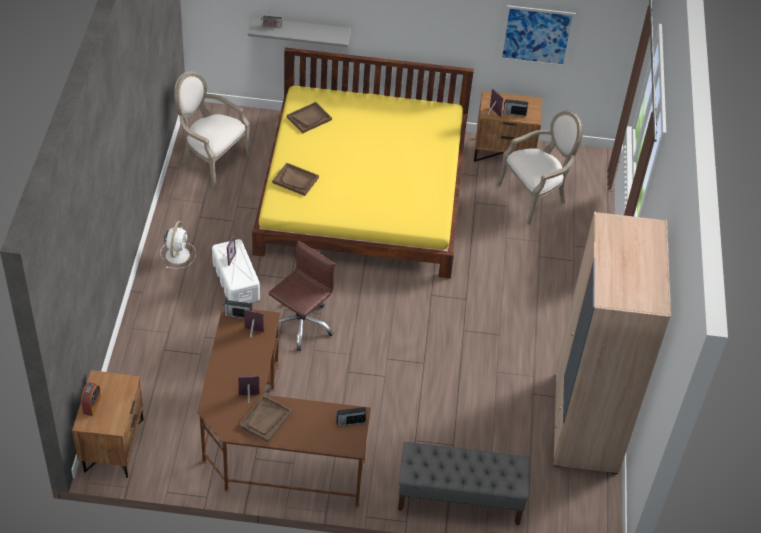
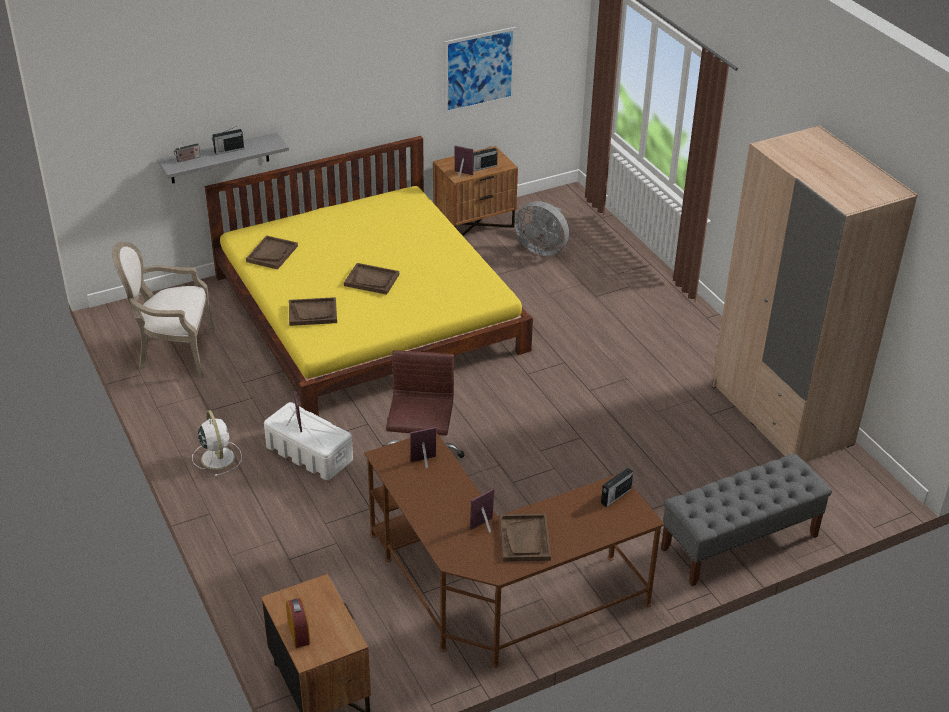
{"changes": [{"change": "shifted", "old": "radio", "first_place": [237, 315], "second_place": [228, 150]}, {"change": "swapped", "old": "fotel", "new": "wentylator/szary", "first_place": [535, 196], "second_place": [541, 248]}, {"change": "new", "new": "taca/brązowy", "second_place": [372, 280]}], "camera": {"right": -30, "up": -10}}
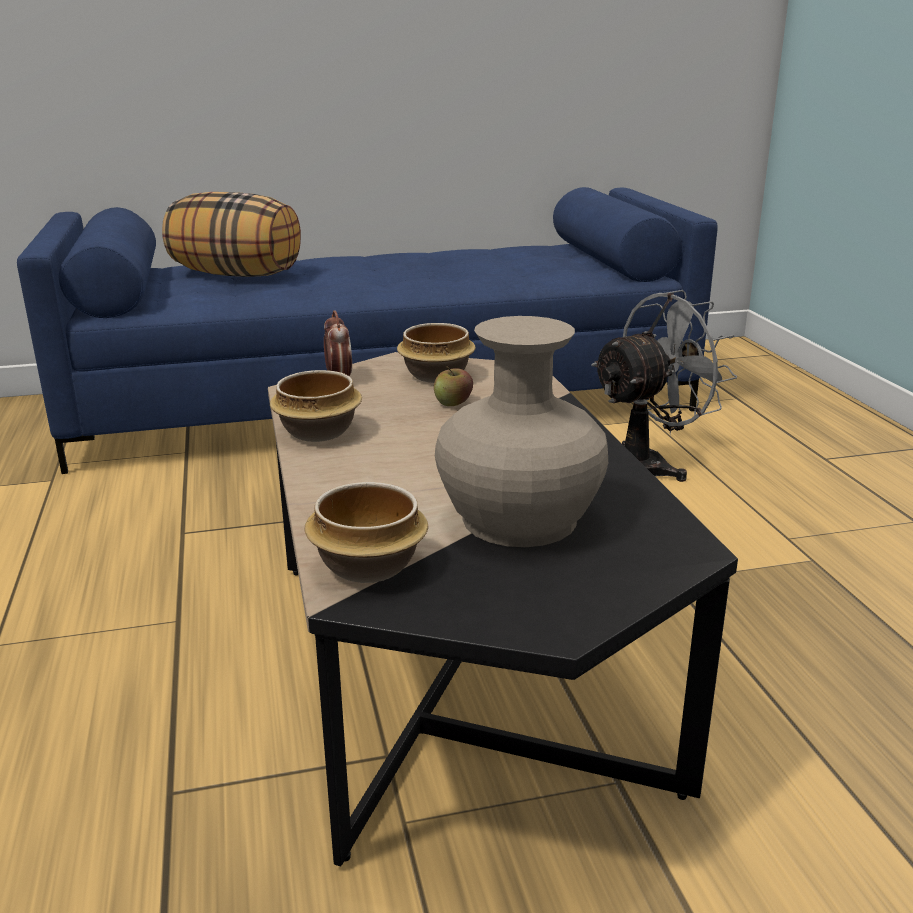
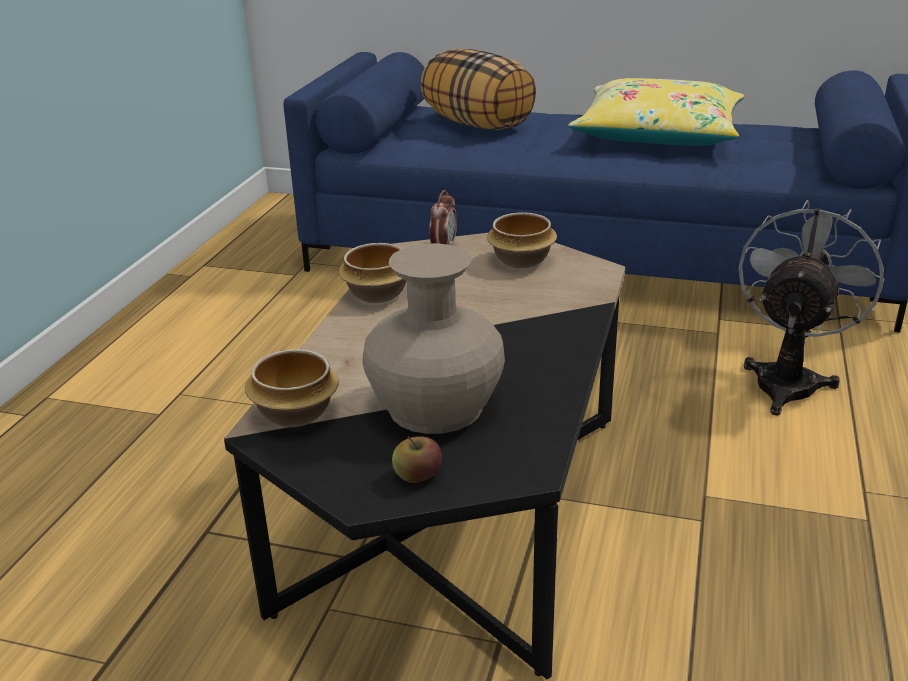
{"changes": [{"change": "shifted", "old": "jabłko", "first_place": [453, 403], "second_place": [418, 476]}, {"change": "rotated", "old": "wentylator/szary", "first_place": [647, 466], "second_place": [788, 380], "degrees": -60}, {"change": "new", "new": "poduszka/żółty", "second_place": [658, 134]}], "camera": {"right": 30, "up": 5}}
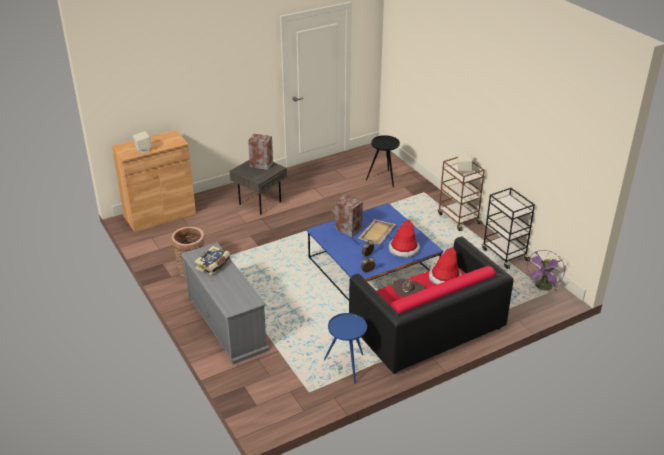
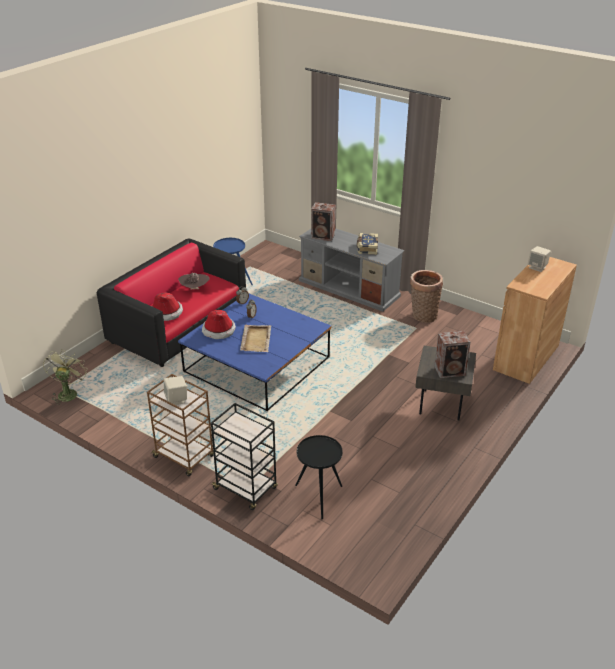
{"changes": [{"change": "shifted", "old": "głośnik", "first_place": [348, 229], "second_place": [323, 236]}, {"change": "shifted", "old": "wózek/czarny", "first_place": [504, 254], "second_place": [246, 489]}, {"change": "repainted", "old": "wentylator/fioletowy", "new": "wentylator/zielony", "first_place": [543, 288], "second_place": [68, 393]}], "camera": {"right": 155, "up": 0}}
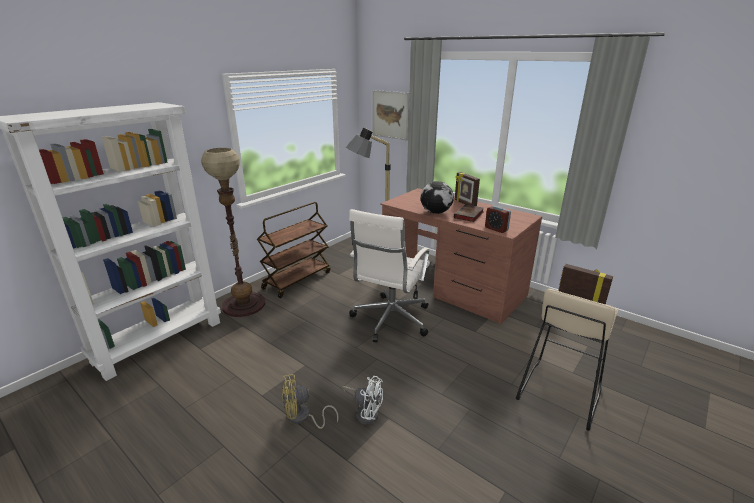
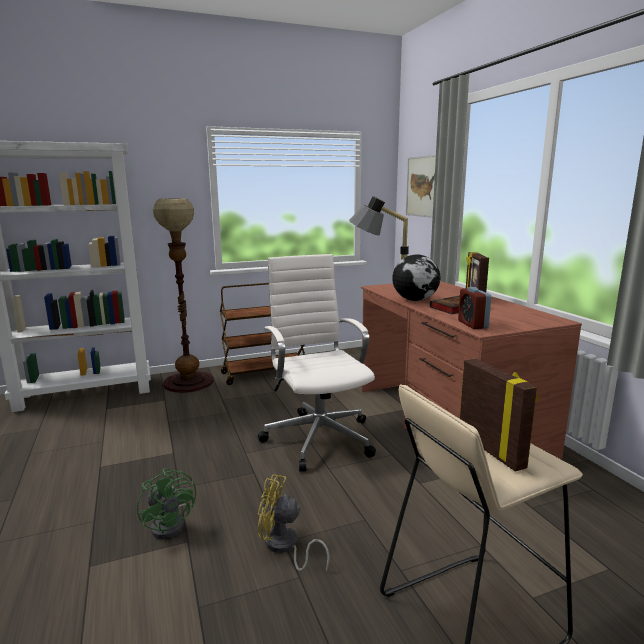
{"changes": [{"change": "shifted", "old": "wentylator/żółty", "first_place": [302, 418], "second_place": [285, 547]}, {"change": "repainted", "old": "wentylator/biały", "new": "wentylator/zielony", "first_place": [365, 412], "second_place": [171, 523]}, {"change": "rotated", "old": "krzesło biurowe/biały", "first_place": [390, 320], "second_place": [318, 437], "degrees": 105}], "camera": {"right": 30, "up": -10}}
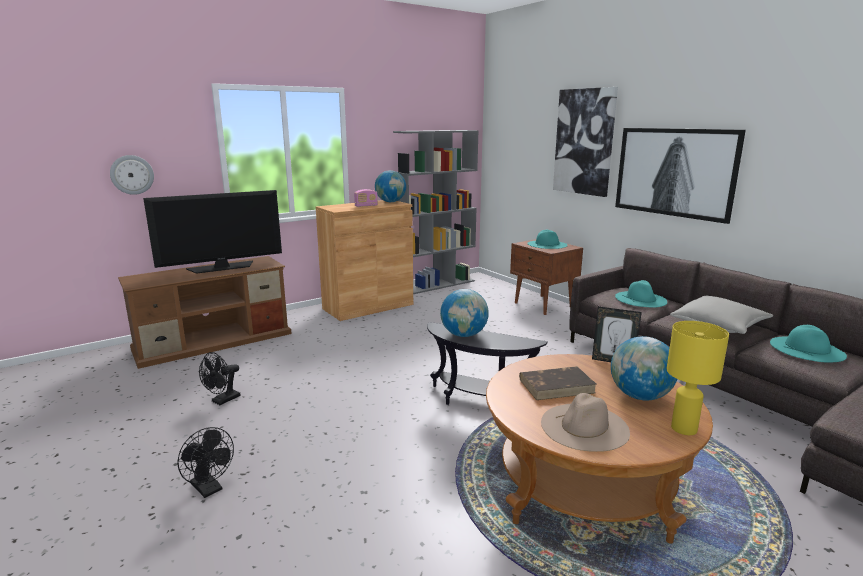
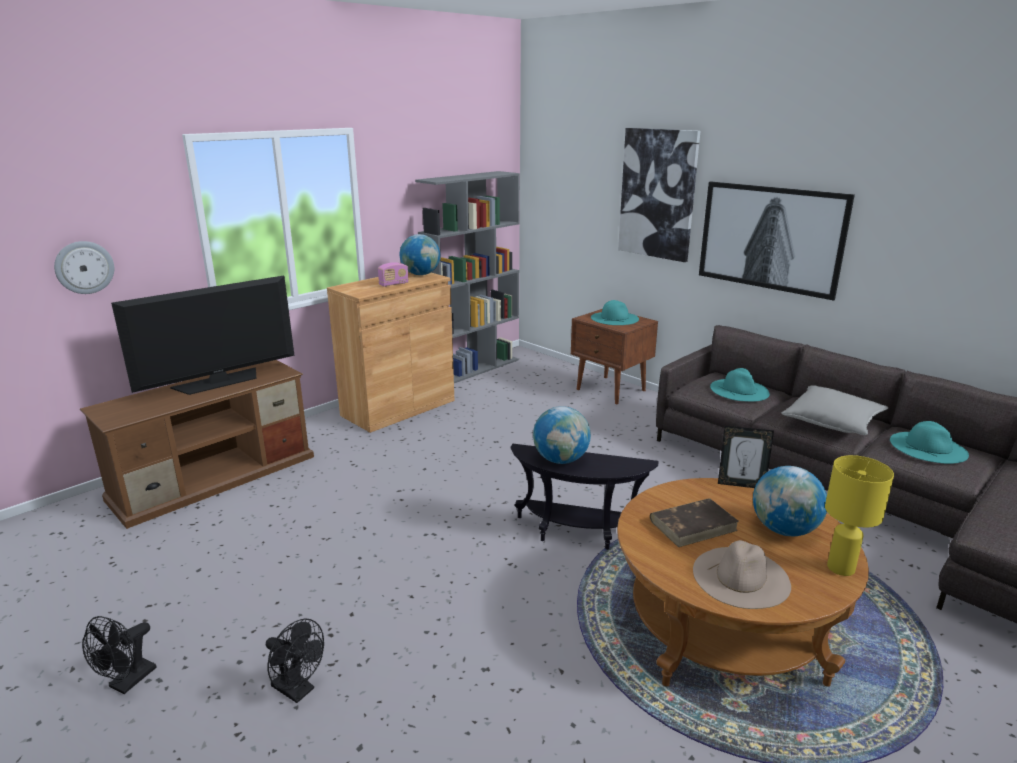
{"changes": [{"change": "shifted", "old": "wentylator/czarny", "first_place": [222, 401], "second_place": [127, 683]}], "camera": {"right": -10, "up": 5}}
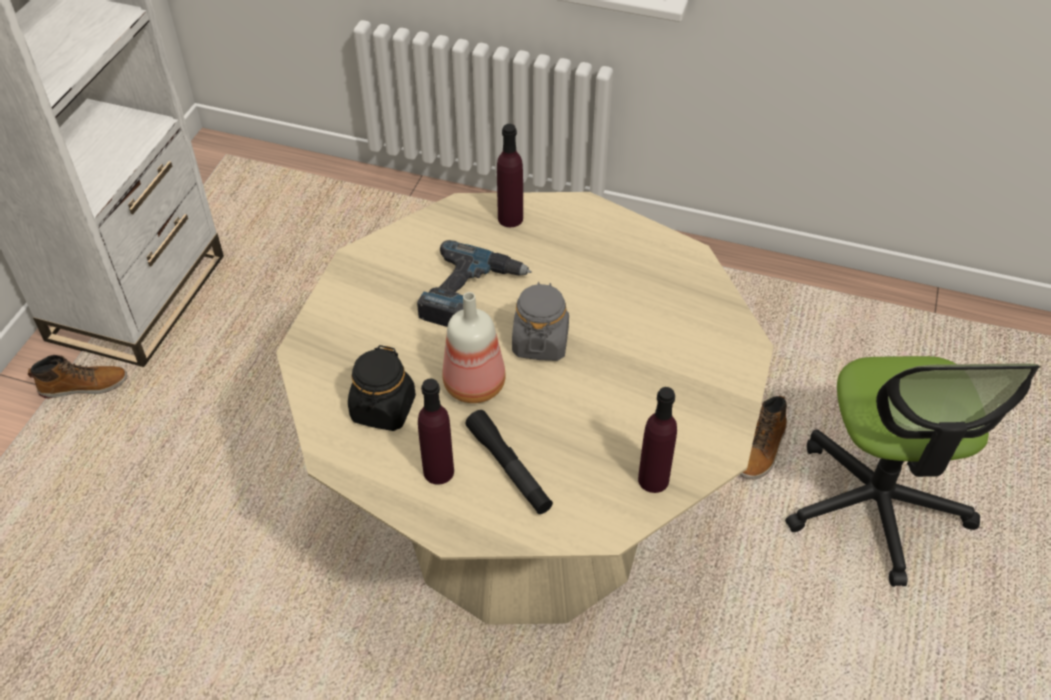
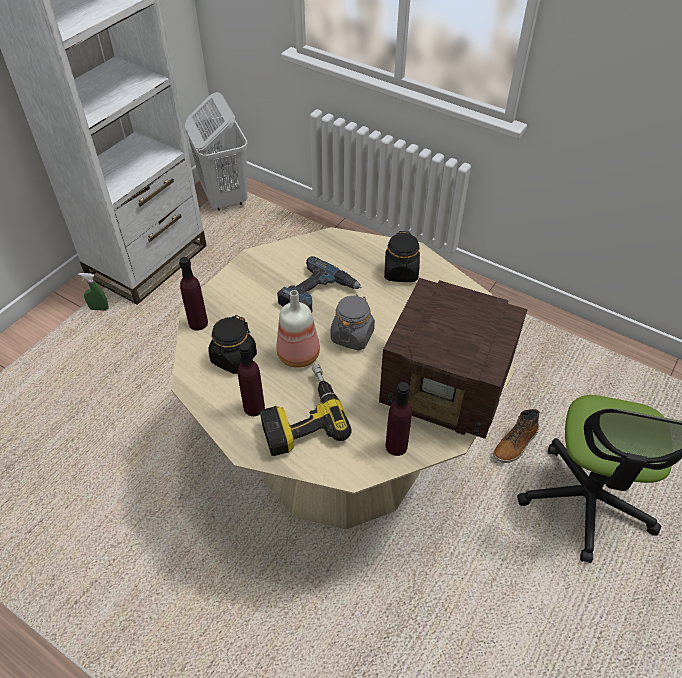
{"changes": [{"change": "swapped", "old": "but z cholewką", "new": "spryskiwacz/zielony", "first_place": [84, 385], "second_place": [99, 308]}, {"change": "swapped", "old": "latarka/czarny", "new": "wiertarka", "first_place": [509, 468], "second_place": [301, 416]}, {"change": "shifted", "old": "butelka/fioletowy", "first_place": [510, 218], "second_place": [198, 323]}, {"change": "new", "new": "kosz na pranie/biały", "second_place": [224, 198]}, {"change": "new", "new": "radio", "second_place": [447, 389]}, {"change": "new", "new": "słoik/czarny", "second_place": [401, 272]}], "camera": {"right": 15, "up": 0}}
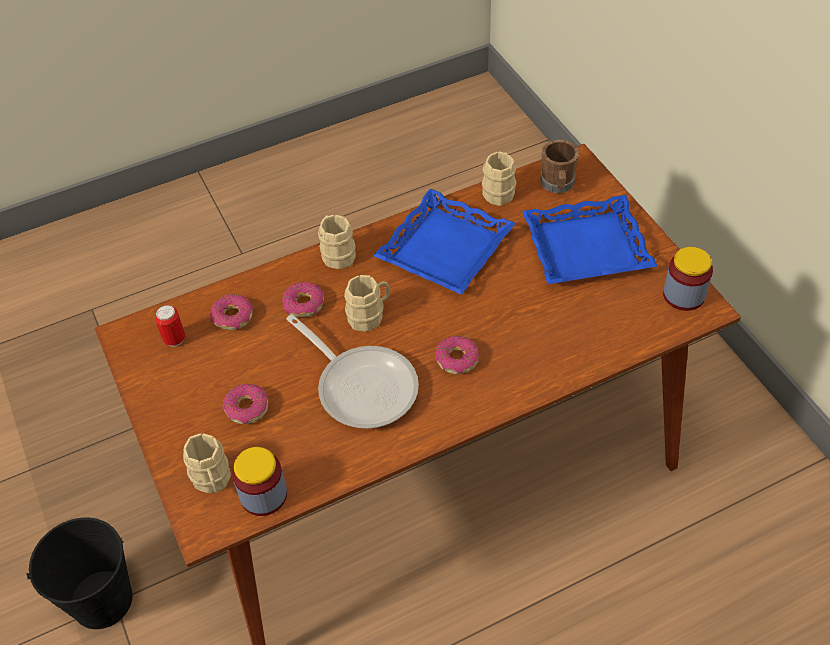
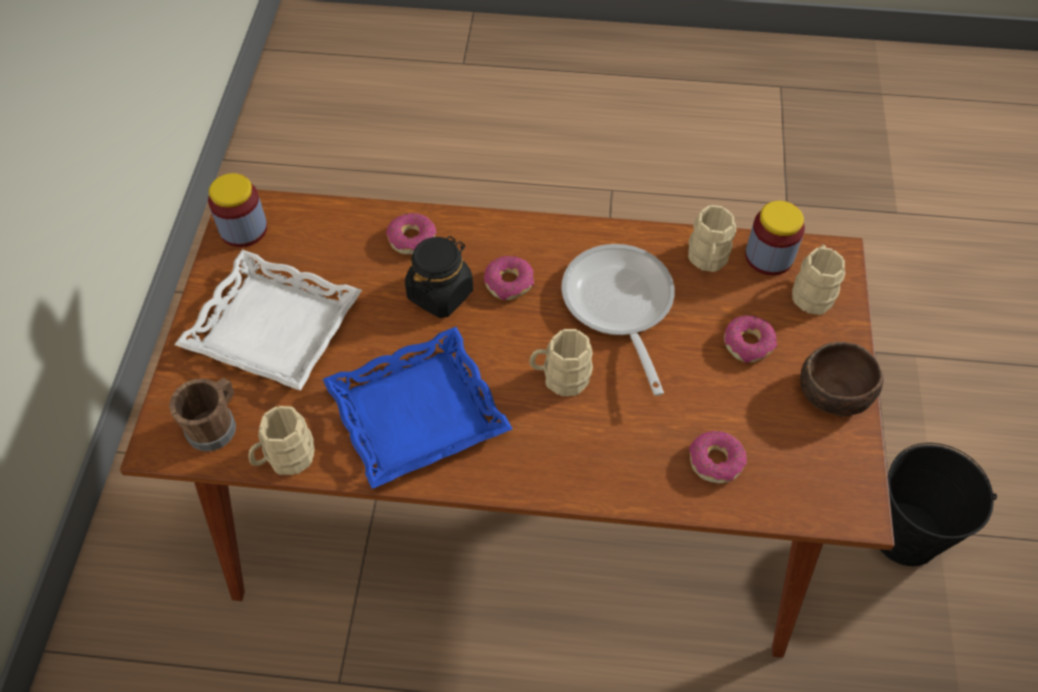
{"changes": [{"change": "gone", "old": "puszka", "first_place": [174, 339]}, {"change": "shifted", "old": "donut", "first_place": [304, 305], "second_place": [412, 239]}, {"change": "shifted", "old": "kubek/beżowy", "first_place": [337, 253], "second_place": [707, 260]}, {"change": "repainted", "old": "taca/niebieski", "new": "taca/biały", "first_place": [586, 247], "second_place": [272, 328]}, {"change": "new", "new": "słoik/czarny", "second_place": [440, 293]}, {"change": "new", "new": "miska/brązowy", "second_place": [832, 392]}], "camera": {"right": -150, "up": 5}}
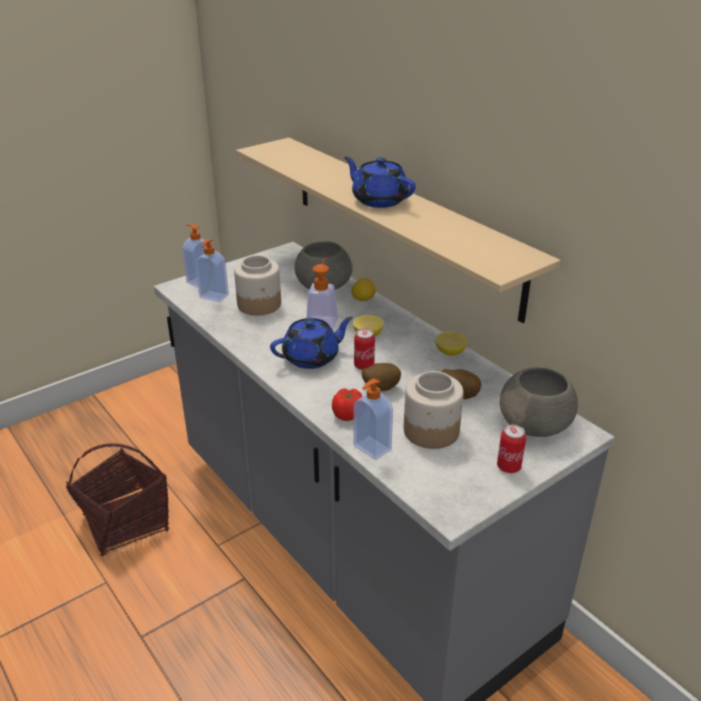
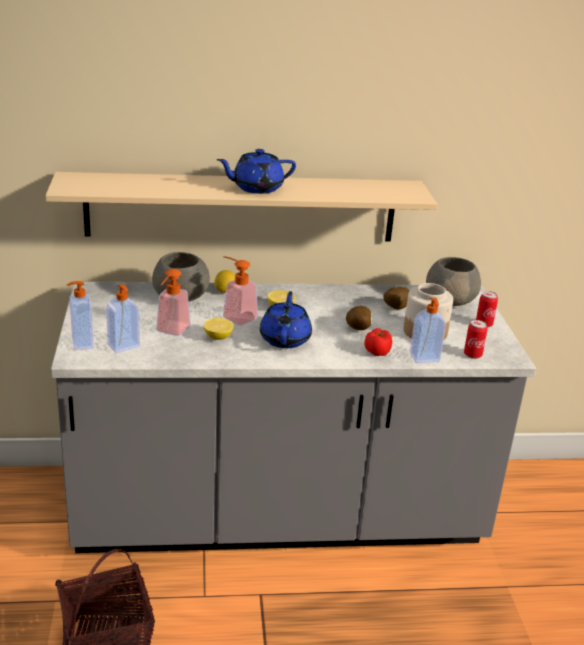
{"changes": [{"change": "swapped", "old": "słoik", "new": "dozownik mydła", "first_place": [259, 304], "second_place": [170, 331]}, {"change": "shifted", "old": "puszka", "first_place": [364, 366], "second_place": [472, 355]}, {"change": "shifted", "old": "cytryna", "first_place": [450, 352], "second_place": [218, 337]}], "camera": {"right": -60, "up": -5}}
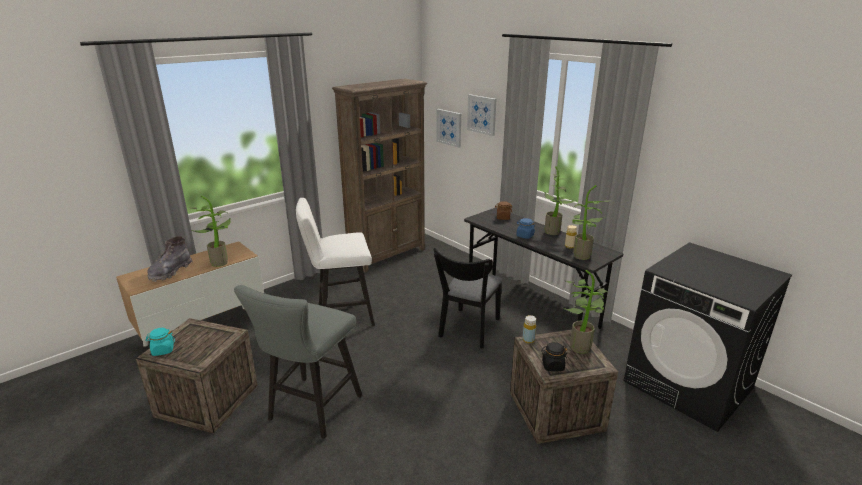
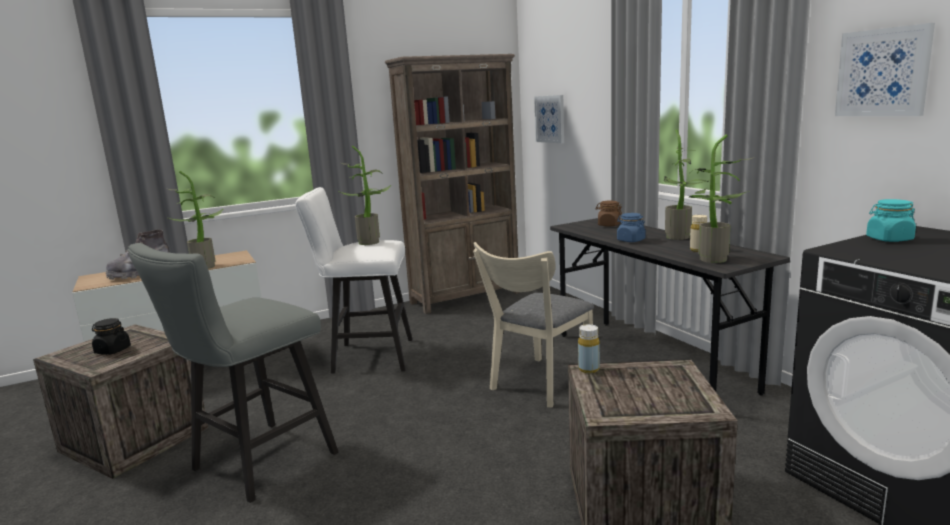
{"changes": [{"change": "shifted", "old": "słoik/turkusowy", "first_place": [163, 350], "second_place": [889, 239]}, {"change": "repainted", "old": "krzesło/czarny", "new": "krzesło/beżowy", "first_place": [468, 330], "second_place": [538, 384]}, {"change": "shifted", "old": "obraz", "first_place": [482, 114], "second_place": [883, 72]}, {"change": "shifted", "old": "słoik/czarny", "first_place": [552, 366], "second_place": [112, 350]}, {"change": "shifted", "old": "roślina doniczkowa", "first_place": [580, 346], "second_place": [371, 241]}], "camera": {"right": 15, "up": -10}}
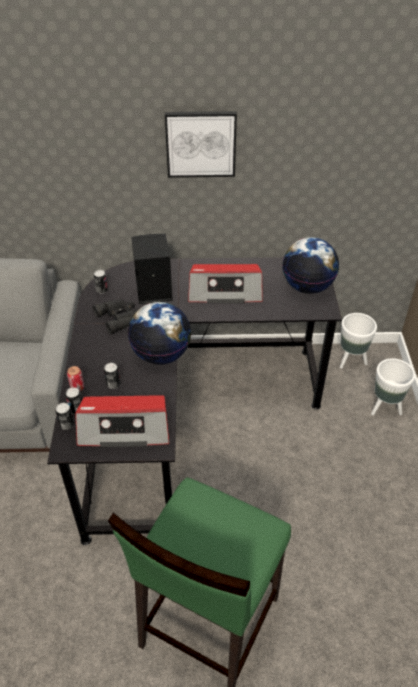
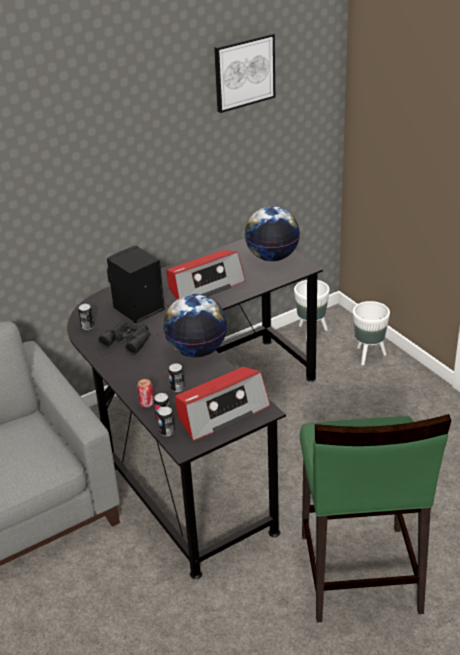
{"changes": [{"change": "shifted", "old": "obraz", "first_place": [201, 144], "second_place": [244, 72]}], "camera": {"right": -30, "up": -10}}
